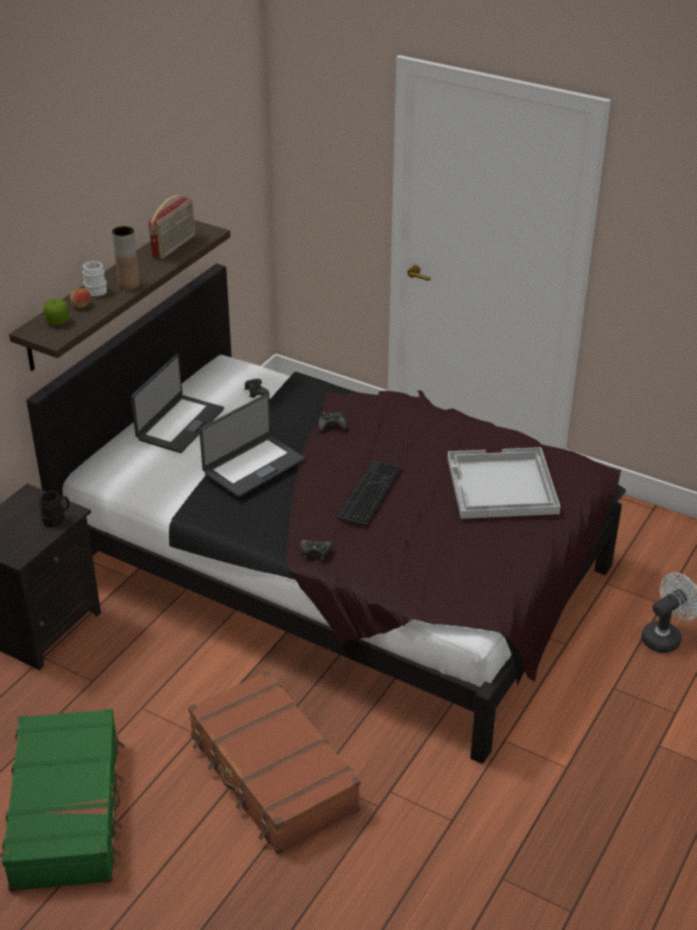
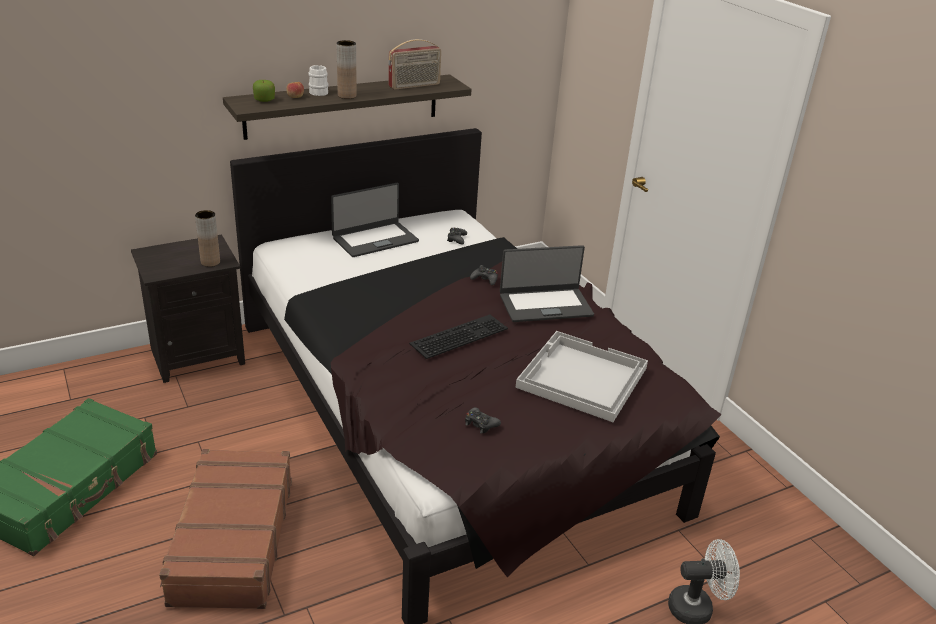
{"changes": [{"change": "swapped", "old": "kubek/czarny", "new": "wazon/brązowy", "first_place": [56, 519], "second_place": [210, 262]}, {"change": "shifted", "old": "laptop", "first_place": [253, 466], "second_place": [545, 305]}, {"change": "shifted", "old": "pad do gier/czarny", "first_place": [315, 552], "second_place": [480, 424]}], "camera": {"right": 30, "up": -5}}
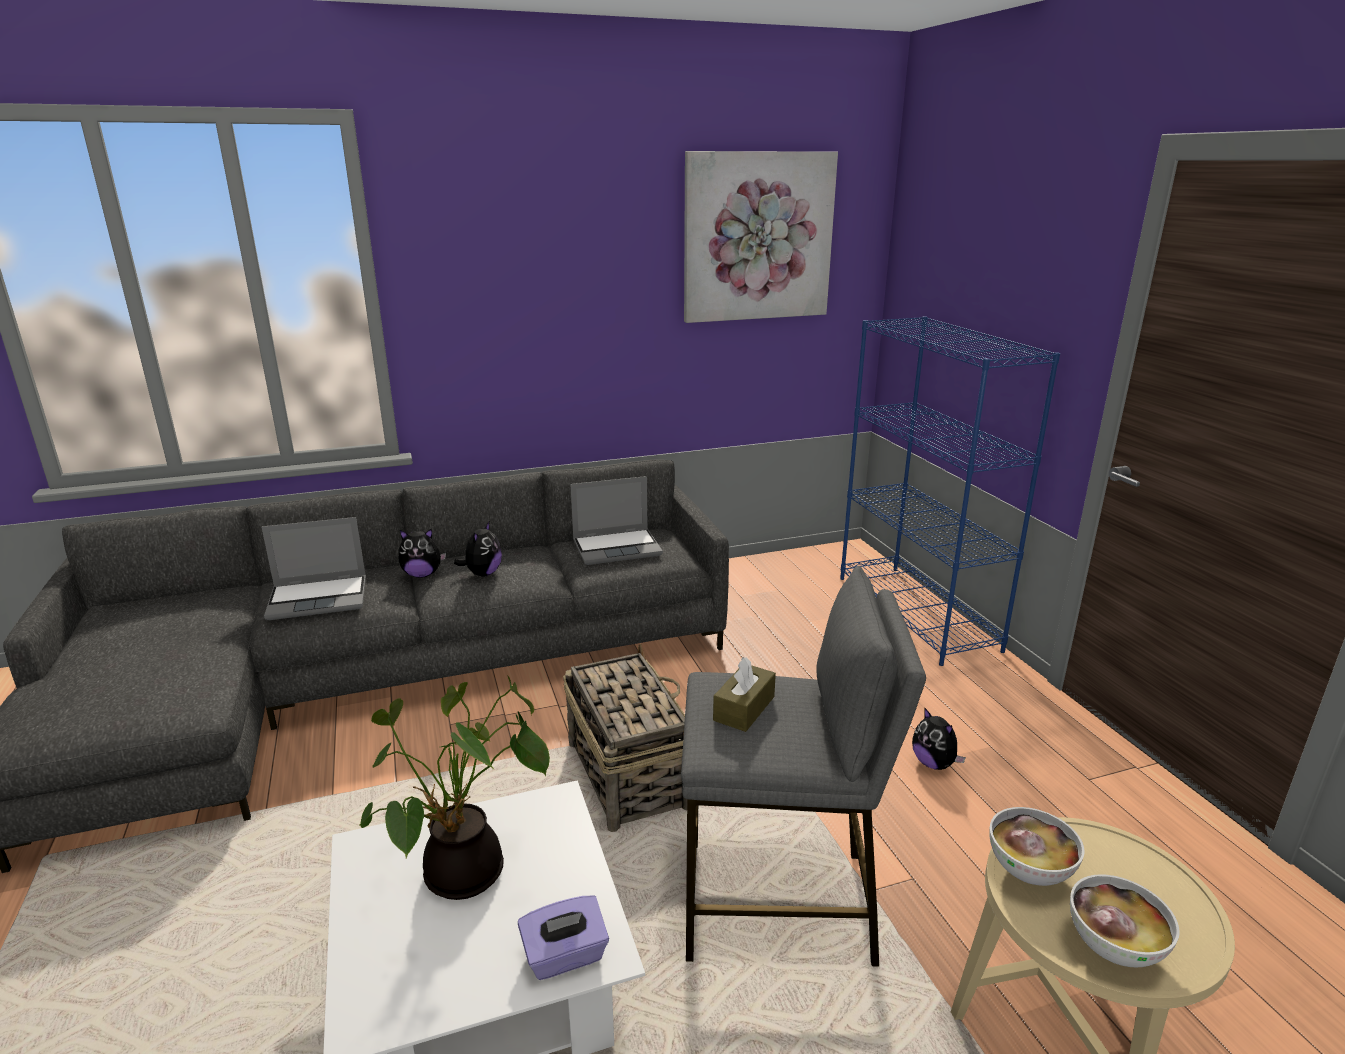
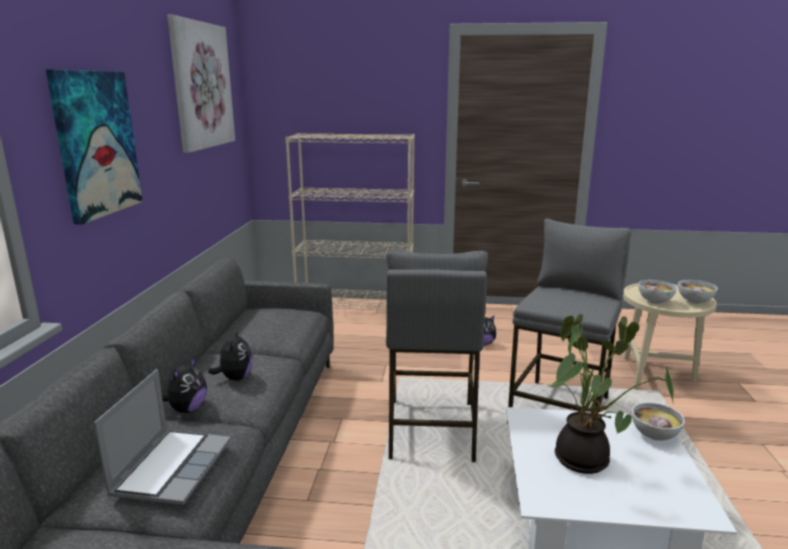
{"changes": [{"change": "rotated", "old": "pluszak", "first_place": [483, 573], "second_place": [235, 378], "degrees": 45}, {"change": "swapped", "old": "pudełko chusteczek/fioletowy", "new": "miska", "first_place": [565, 956], "second_place": [653, 435]}, {"change": "swapped", "old": "koszyk", "new": "stołek/szary", "first_place": [628, 773], "second_place": [430, 430]}, {"change": "gone", "old": "laptop", "first_place": [617, 547]}, {"change": "gone", "old": "pudełko chusteczek/brązowy", "first_place": [744, 708]}, {"change": "repainted", "old": "regał/niebieski", "new": "regał/beżowy", "first_place": [917, 613], "second_place": [356, 306]}, {"change": "new", "new": "obraz", "second_place": [96, 144]}], "camera": {"right": -65, "up": -5}}
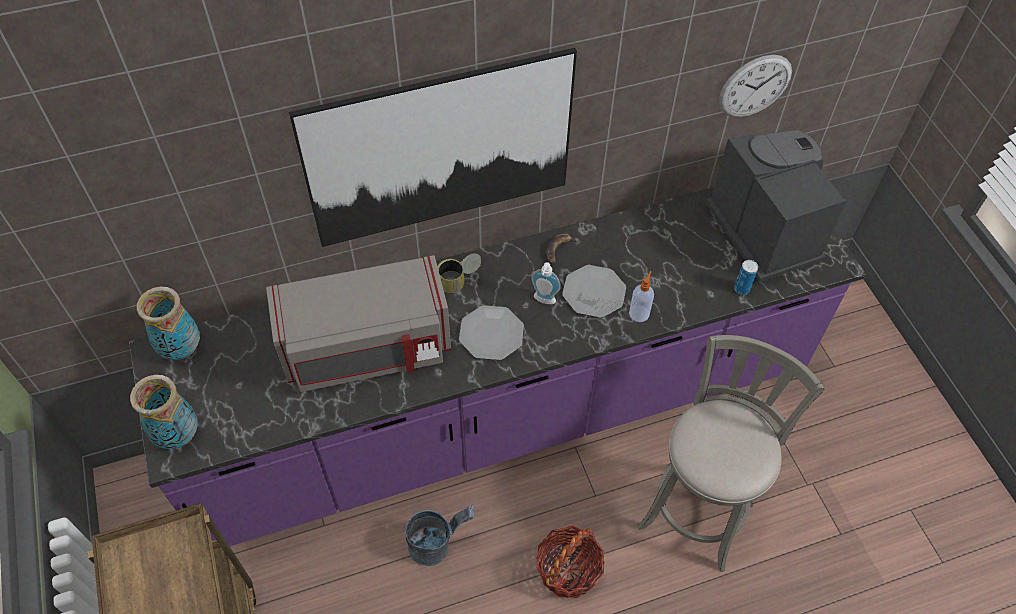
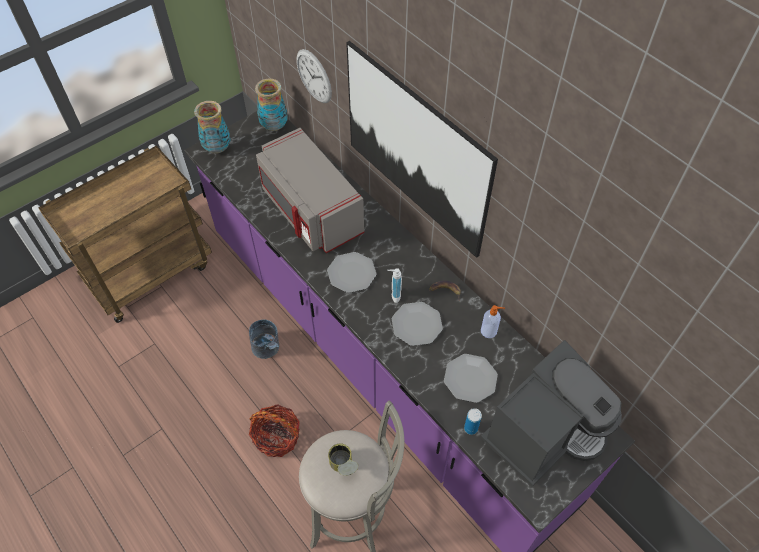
{"changes": [{"change": "shifted", "old": "puszka", "first_place": [459, 281], "second_place": [343, 467]}, {"change": "shifted", "old": "dozownik mydła", "first_place": [639, 313], "second_place": [489, 331]}, {"change": "shifted", "old": "zegar ścienny", "first_place": [755, 86], "second_place": [314, 76]}, {"change": "new", "new": "talerz", "second_place": [470, 379]}], "camera": {"right": 70, "up": 0}}
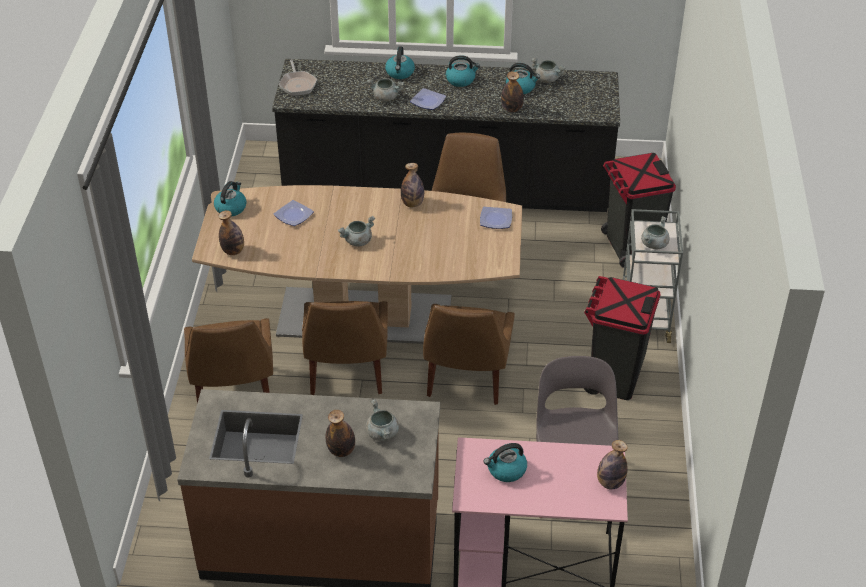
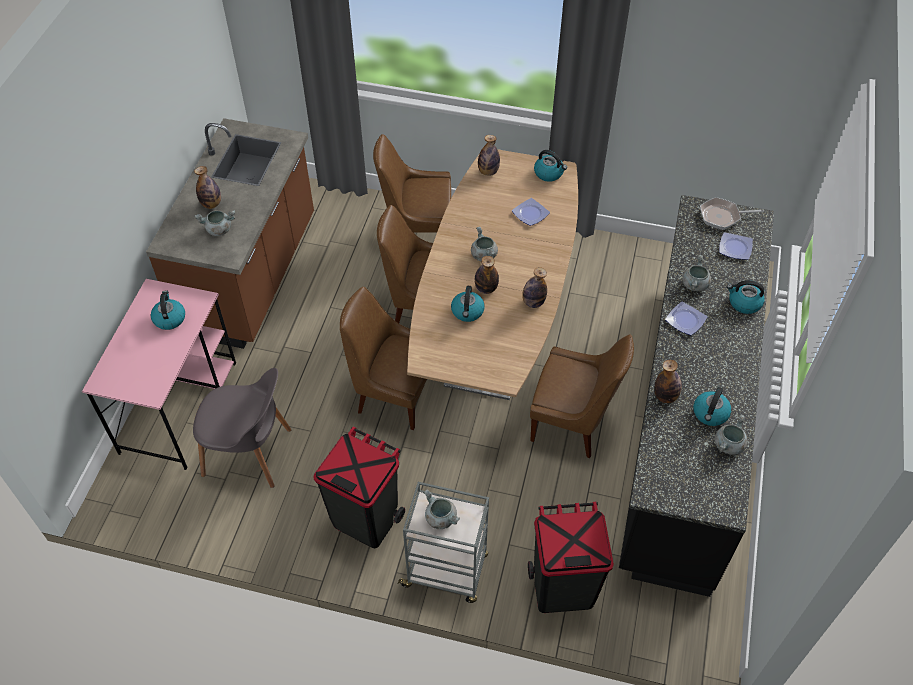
{"changes": [{"change": "shifted", "old": "czajnik", "first_place": [461, 80], "second_place": [467, 312]}, {"change": "shifted", "old": "talerz", "first_place": [496, 219], "second_place": [735, 248]}, {"change": "shifted", "old": "butelka", "first_place": [610, 483], "second_place": [486, 288]}], "camera": {"right": 100, "up": 10}}
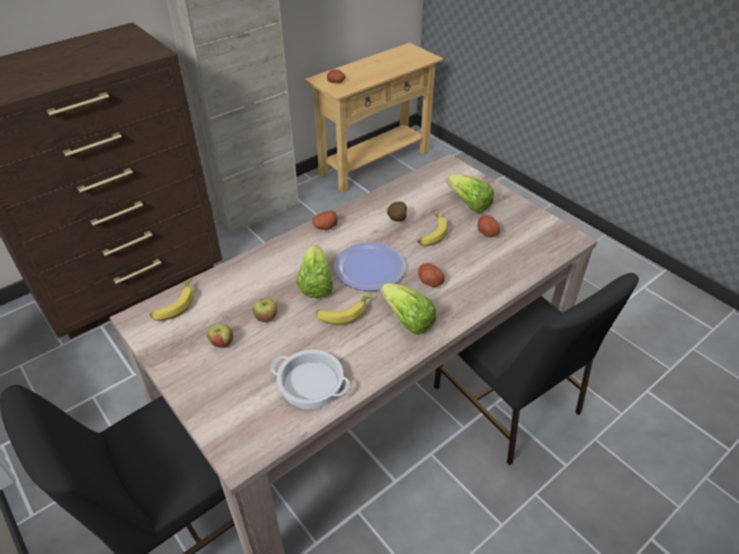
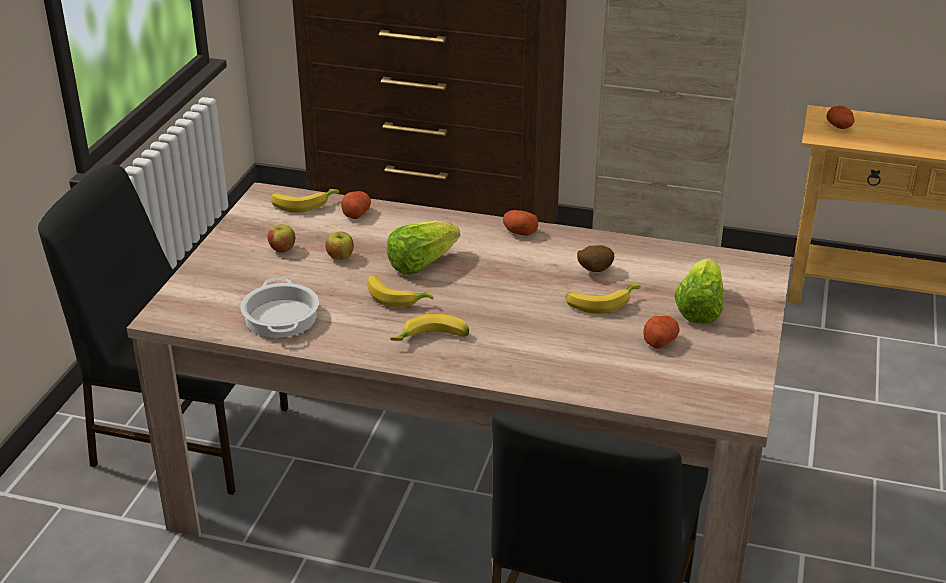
{"changes": [{"change": "gone", "old": "talerz", "first_place": [369, 267]}, {"change": "swapped", "old": "sałata", "new": "banan", "first_place": [407, 320], "second_place": [432, 340]}, {"change": "shifted", "old": "ziemniak", "first_place": [429, 281], "second_place": [356, 213]}], "camera": {"right": 55, "up": -10}}
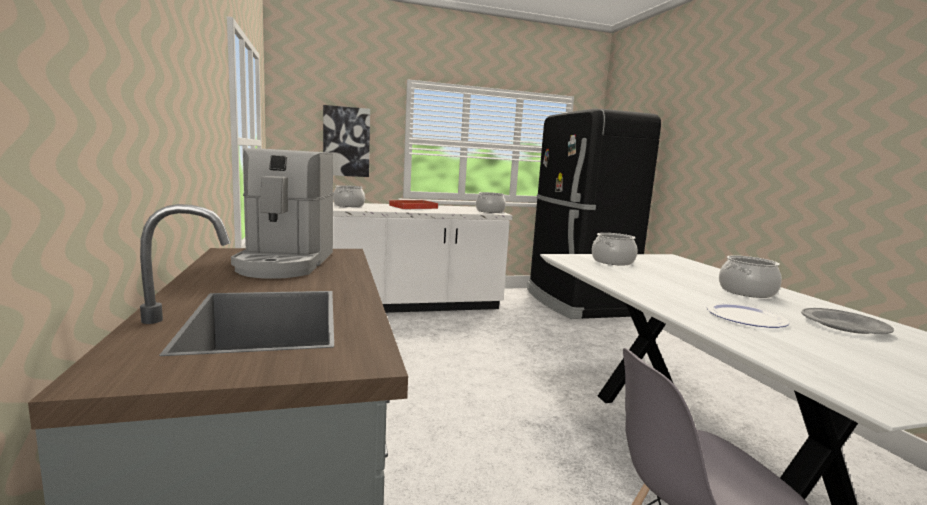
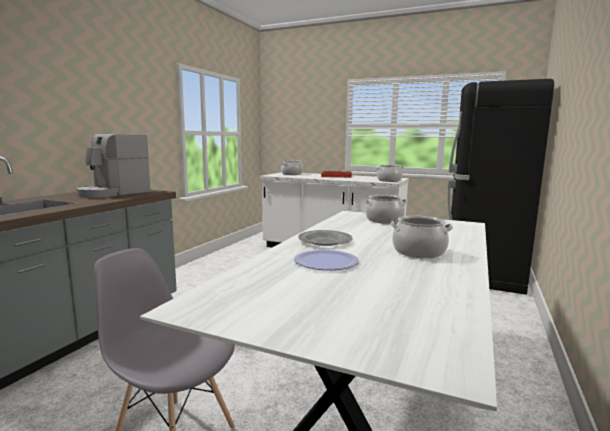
{"changes": [{"change": "gone", "old": "obraz", "first_place": [346, 142]}, {"change": "shifted", "old": "talerz/szary", "first_place": [844, 325], "second_place": [325, 241]}], "camera": {"right": 40, "up": 0}}
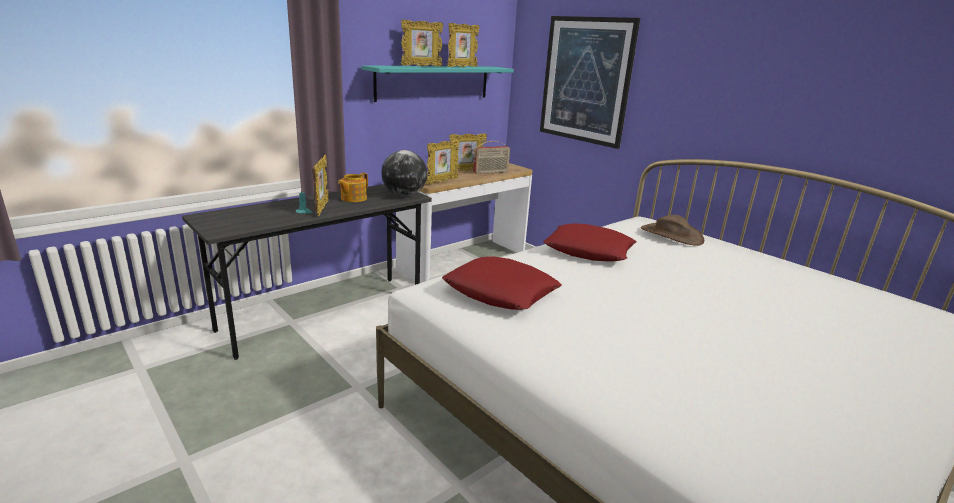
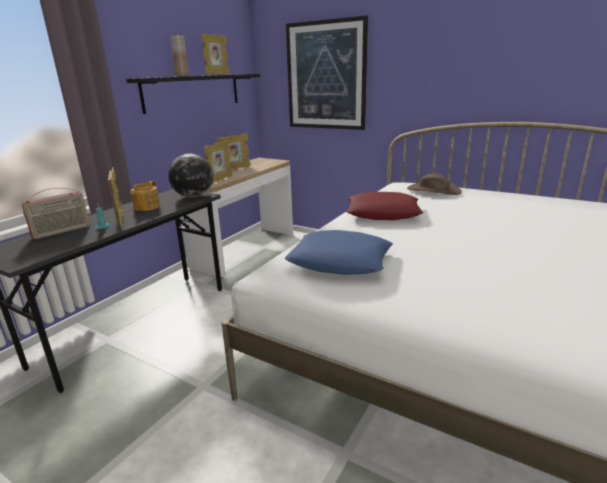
{"changes": [{"change": "repainted", "old": "półka/turkusowy", "new": "półka/czarny", "first_place": [434, 82], "second_place": [193, 92]}, {"change": "swapped", "old": "ramka na zdjęcie", "new": "wazon/brązowy", "first_place": [421, 66], "second_place": [182, 76]}, {"change": "repainted", "old": "poduszka/czerwony", "new": "poduszka/niebieski", "first_place": [501, 291], "second_place": [340, 261]}, {"change": "shifted", "old": "radio", "first_place": [491, 172], "second_place": [62, 231]}], "camera": {"right": -15, "up": 0}}
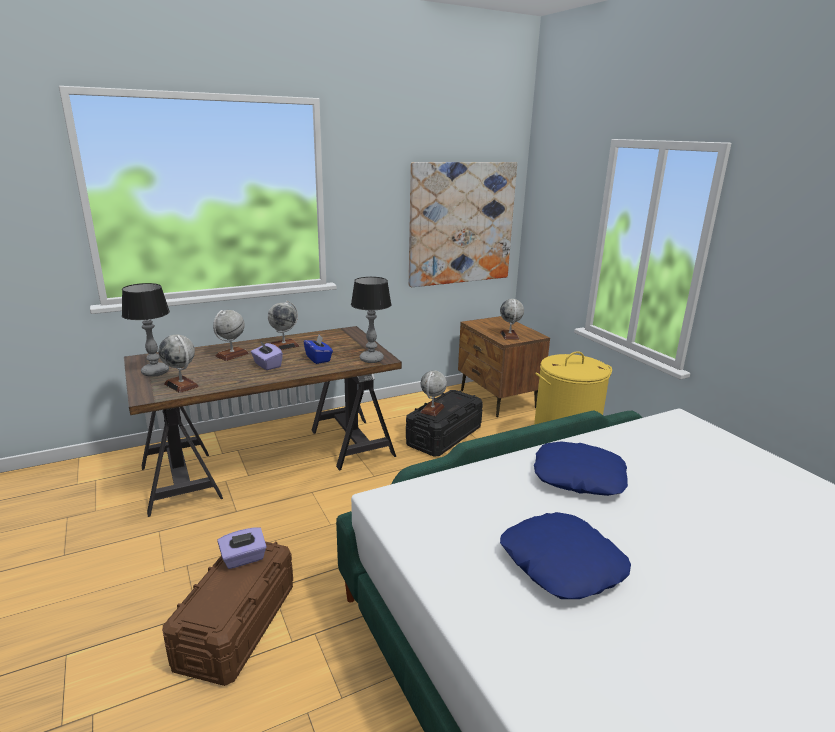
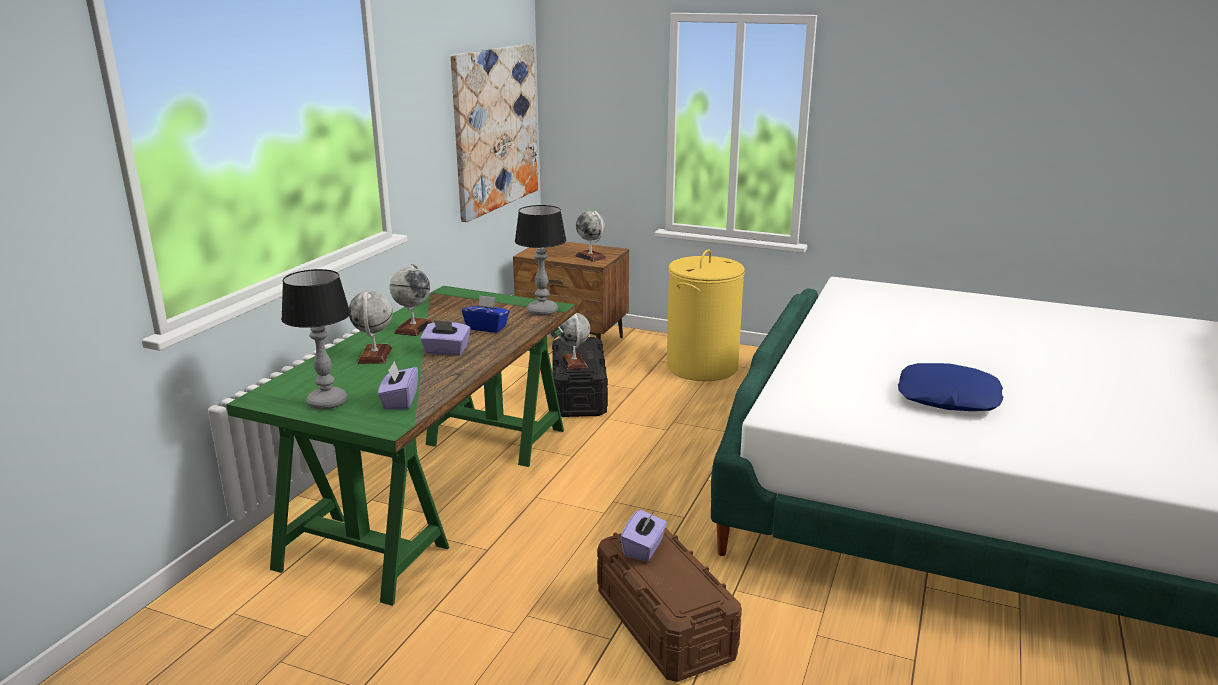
{"changes": [{"change": "repainted", "old": "biurko/brązowy", "new": "biurko/zielony", "first_place": [271, 460], "second_place": [434, 490]}, {"change": "swapped", "old": "globus", "new": "pudełko chusteczek/fioletowy", "first_place": [181, 385], "second_place": [399, 401]}, {"change": "gone", "old": "poduszka/niebieski", "first_place": [579, 476]}], "camera": {"right": -40, "up": 0}}
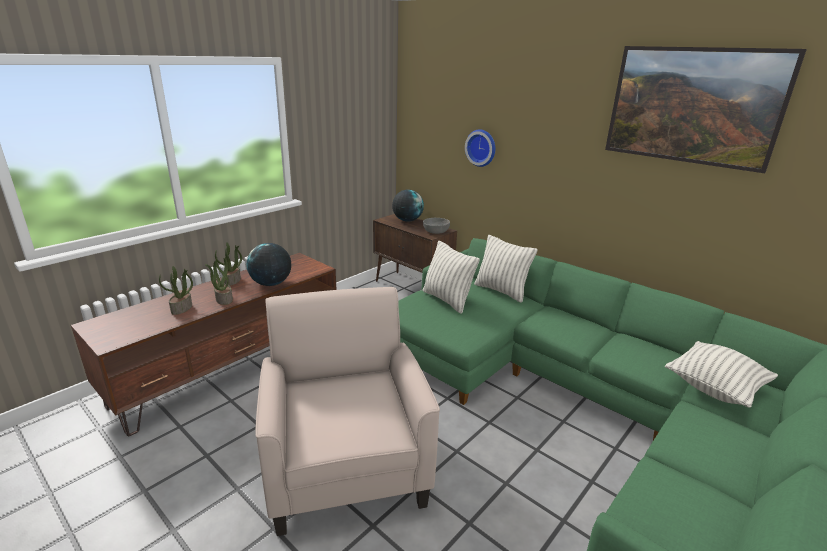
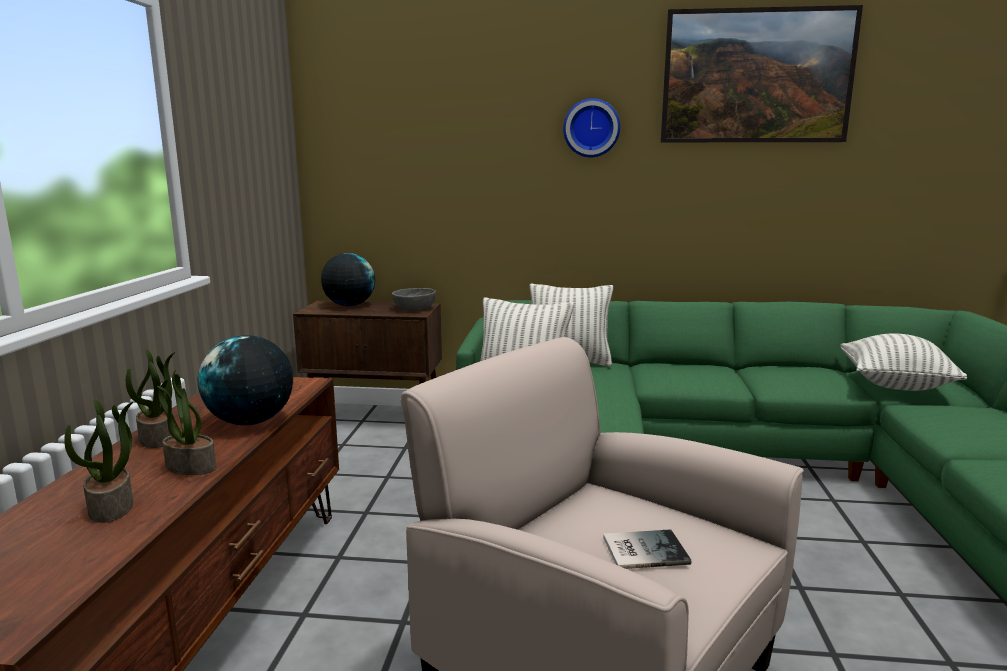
{"changes": [{"change": "shifted", "old": "zegar ścienny", "first_place": [481, 147], "second_place": [591, 128]}, {"change": "new", "new": "książka", "second_place": [642, 550]}], "camera": {"right": -35, "up": -10}}
